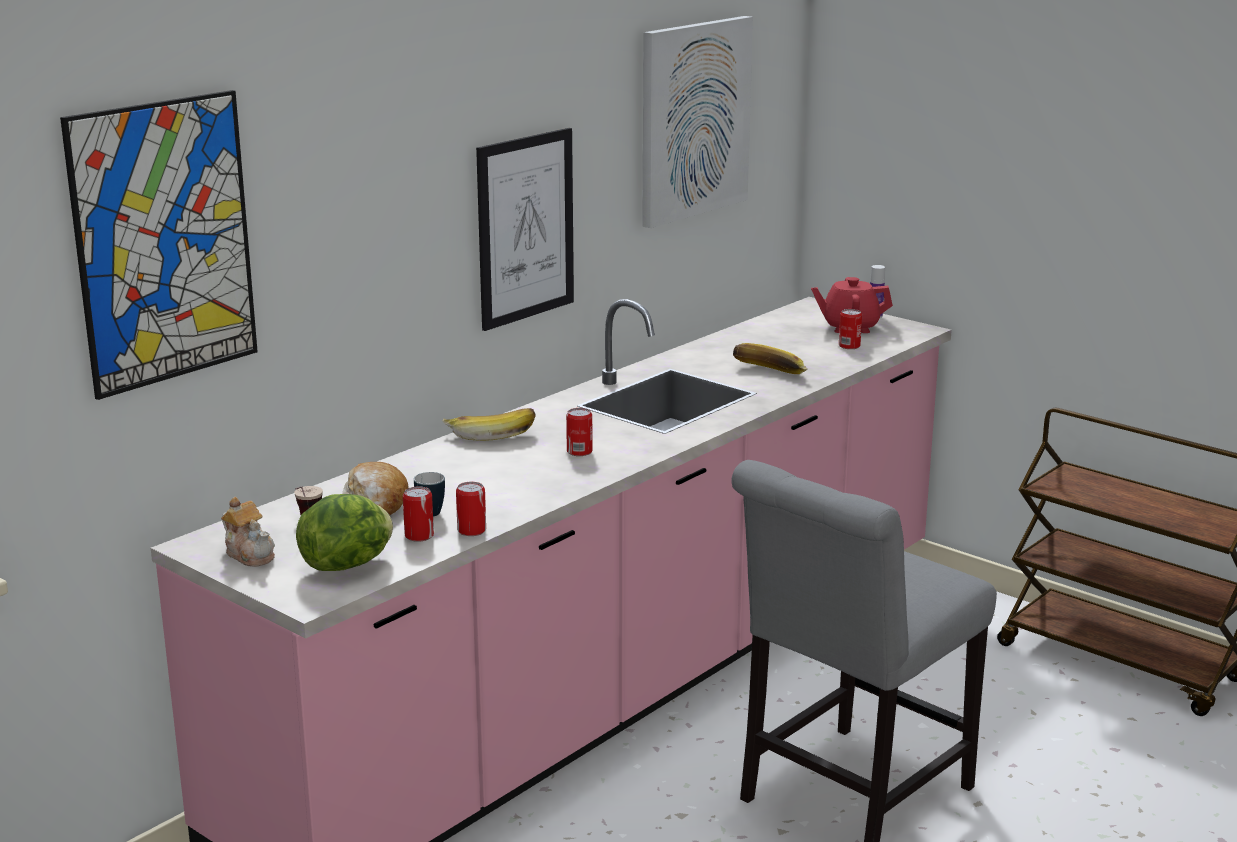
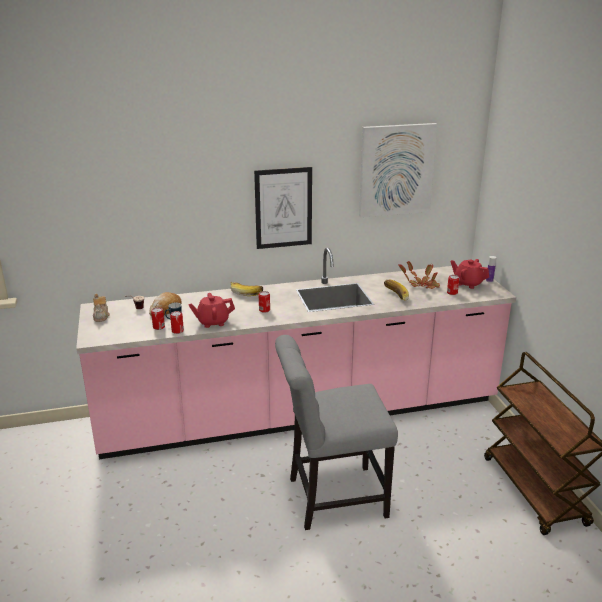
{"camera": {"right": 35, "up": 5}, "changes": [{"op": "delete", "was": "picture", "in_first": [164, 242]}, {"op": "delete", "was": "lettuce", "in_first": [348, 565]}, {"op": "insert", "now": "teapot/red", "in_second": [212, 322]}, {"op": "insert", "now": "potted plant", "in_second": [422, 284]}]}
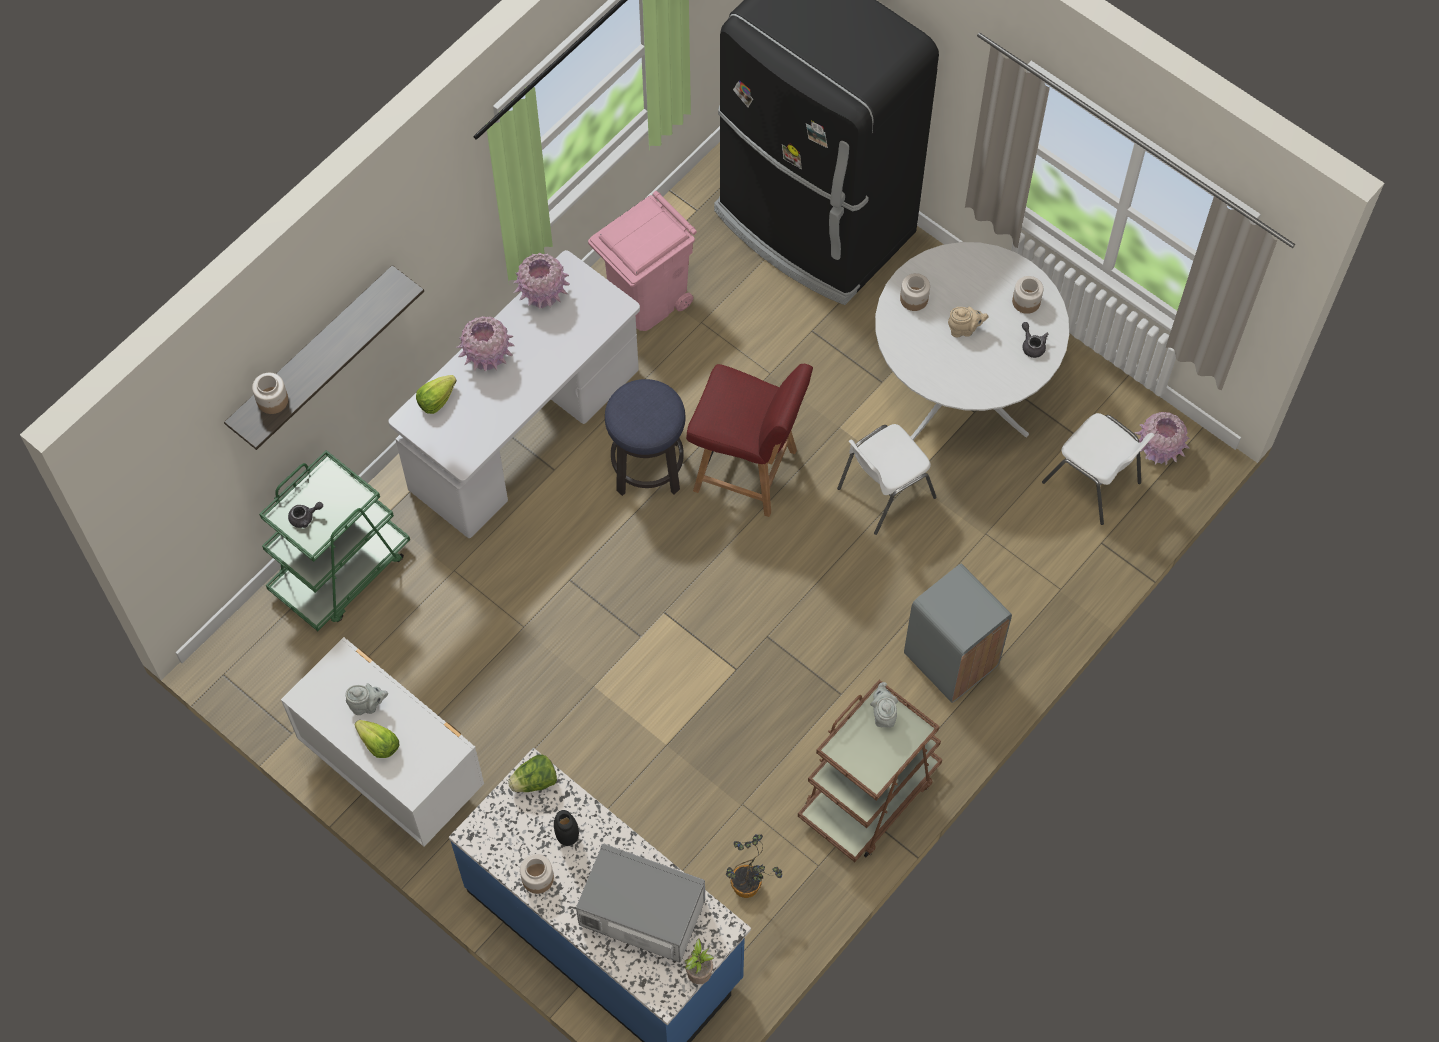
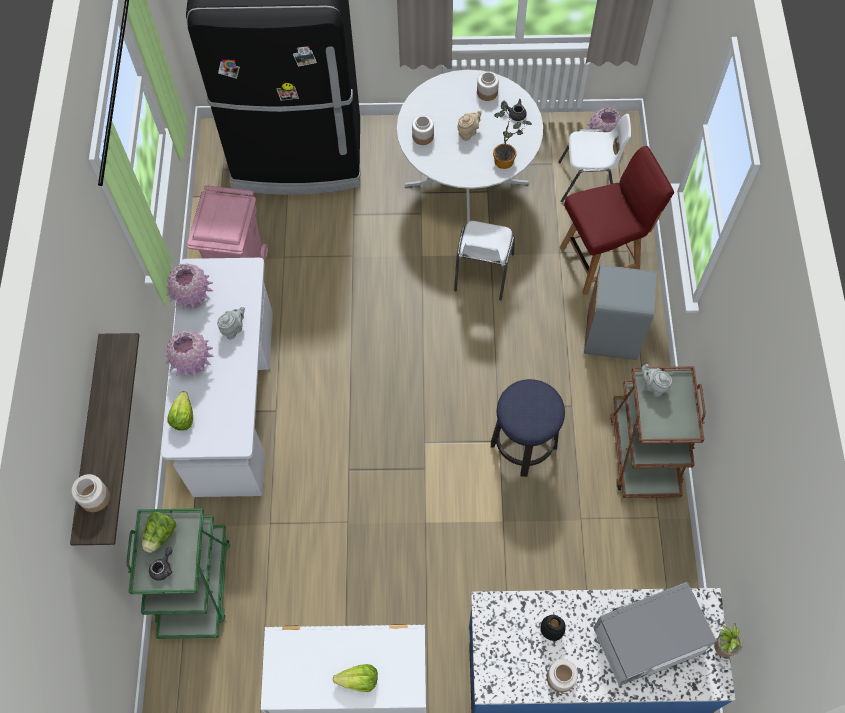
{"camera": {"right": -40, "up": 0}, "changes": [{"op": "move", "was": "teapot/grey", "in_first": [367, 705], "in_second": [234, 329]}, {"op": "move", "was": "lettuce", "in_first": [534, 781], "in_second": [160, 535]}, {"op": "move", "was": "stool", "in_first": [647, 467], "in_second": [523, 445]}, {"op": "move", "was": "chair/red", "in_first": [748, 471], "in_second": [601, 261]}, {"op": "move", "was": "potted plant", "in_first": [750, 887], "in_second": [507, 160]}]}
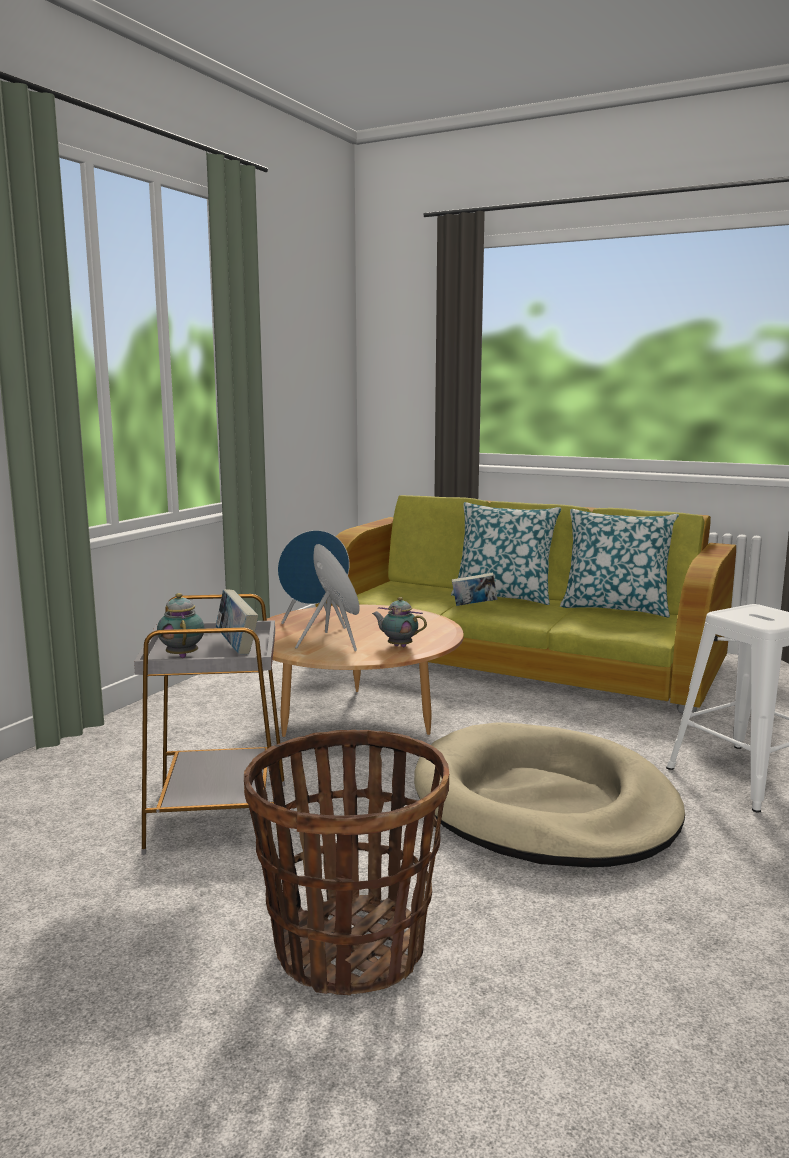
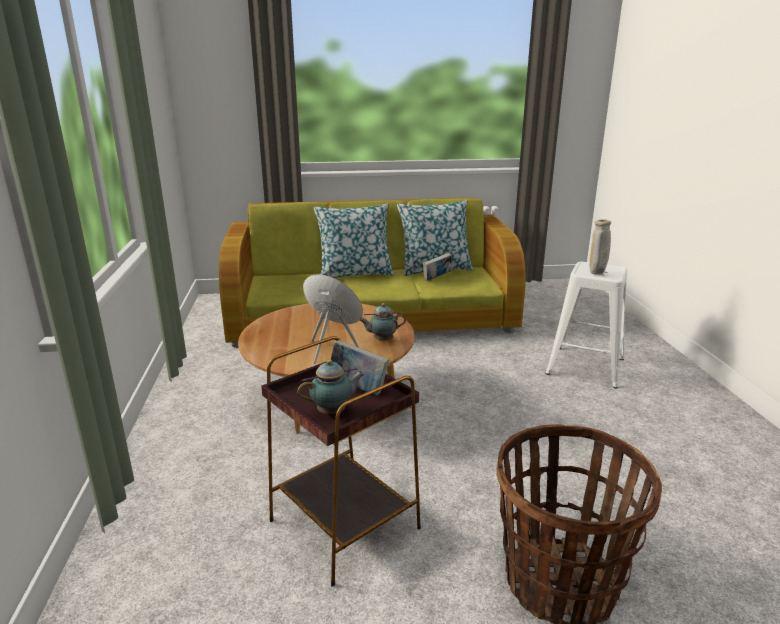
{"camera": {"right": -35, "up": 10}, "changes": [{"op": "recolor", "was": "side table/grey", "now": "side table/brown", "in_first": [217, 818], "in_second": [344, 525]}, {"op": "rotate", "was": "teapot", "in_first": [182, 655], "in_second": [334, 411], "clockwise": 120}, {"op": "delete", "was": "speaker/blue", "in_first": [316, 624]}, {"op": "delete", "was": "dog bed/beige", "in_first": [543, 804]}, {"op": "move", "was": "book", "in_first": [474, 606], "in_second": [437, 278]}, {"op": "insert", "now": "vase/beige", "in_second": [596, 273]}]}
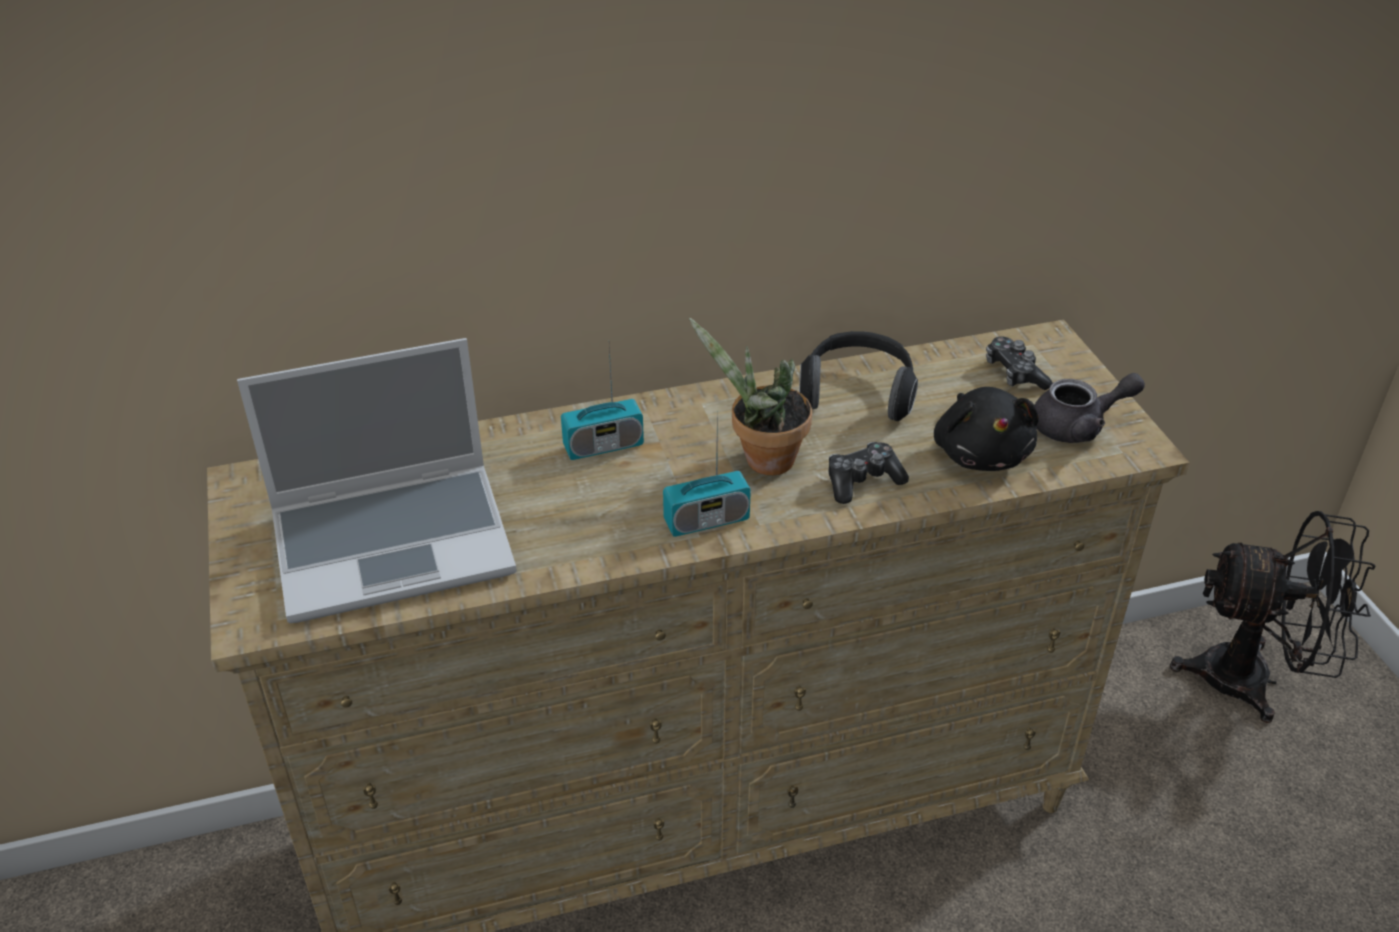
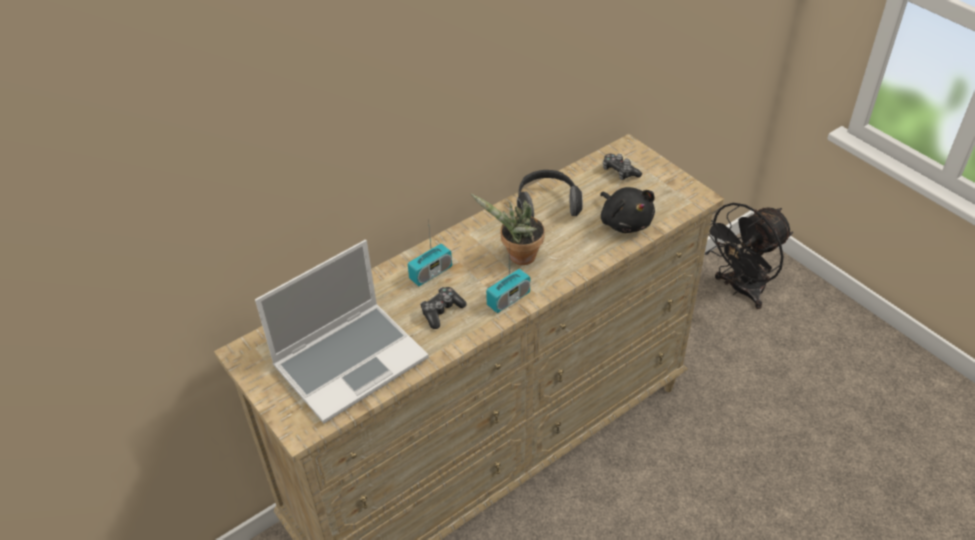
{"camera": {"right": -20, "up": 5}, "changes": [{"op": "move", "was": "game controller", "in_first": [862, 481], "in_second": [441, 311]}, {"op": "delete", "was": "teapot/grey", "in_first": [1078, 426]}, {"op": "rotate", "was": "fan/black", "in_first": [1253, 680], "in_second": [740, 290], "clockwise": 150}]}
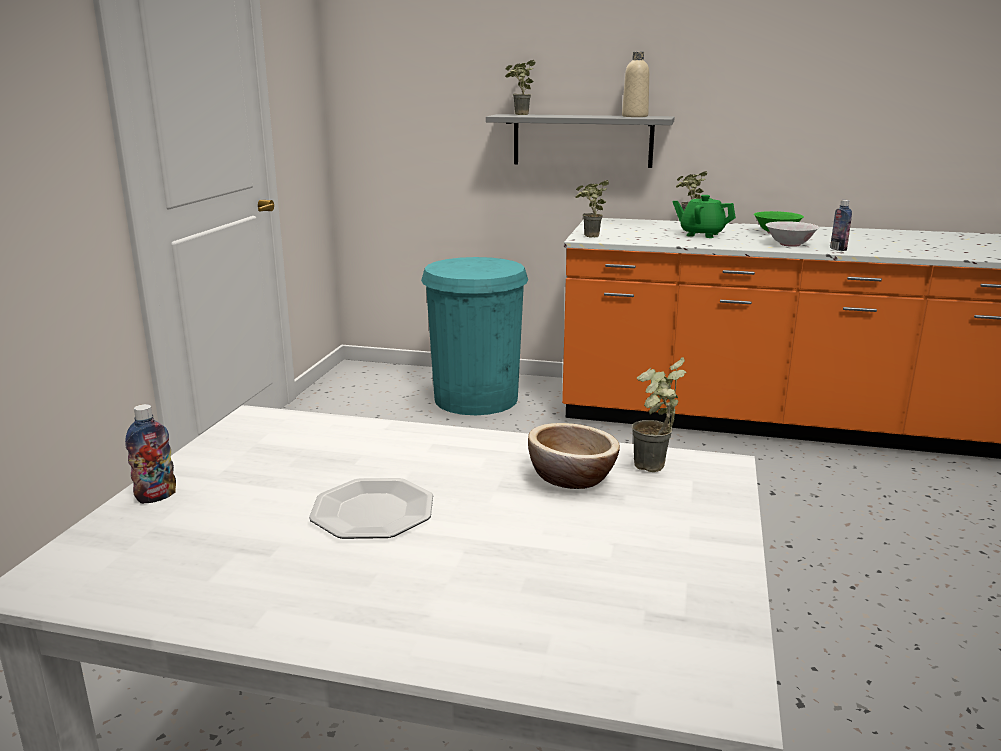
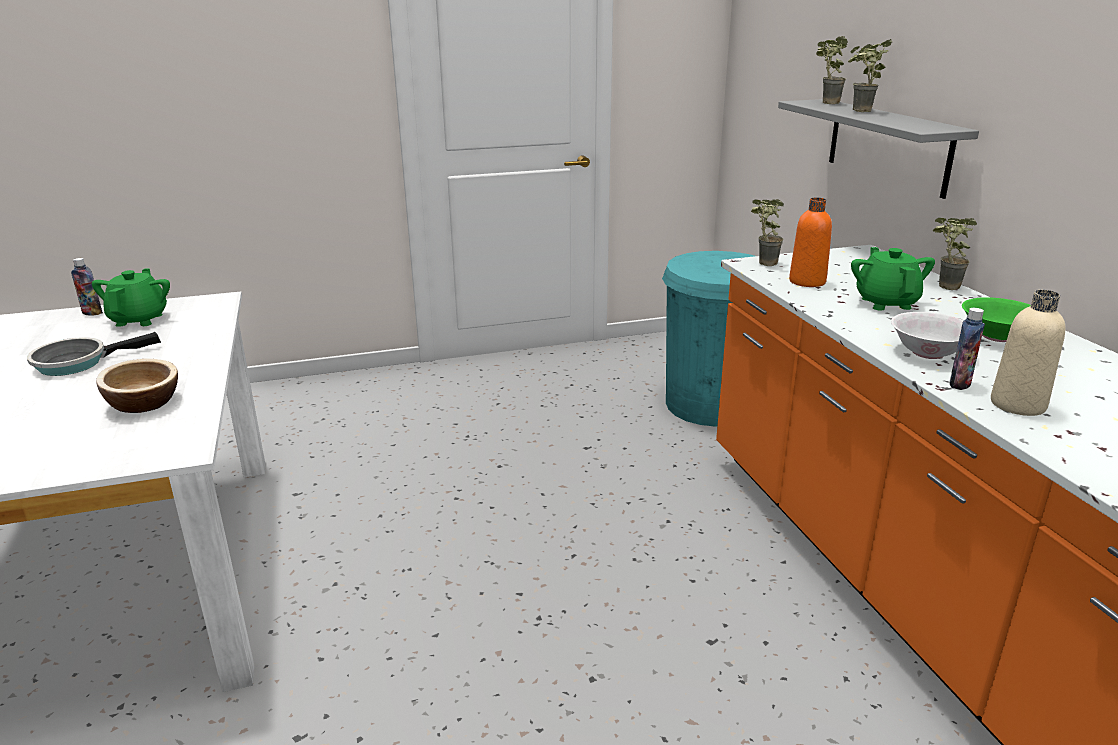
{"camera": {"right": 60, "up": 5}, "changes": [{"op": "replace", "was": "plate", "now": "frying pan", "in_first": [372, 511], "in_second": [77, 362]}, {"op": "move", "was": "bottle/beige", "in_first": [635, 116], "in_second": [1017, 405]}, {"op": "move", "was": "potted plant", "in_first": [653, 470], "in_second": [859, 111]}, {"op": "insert", "now": "teapot/green", "in_second": [139, 319]}, {"op": "insert", "now": "bottle/orange", "in_second": [807, 282]}]}
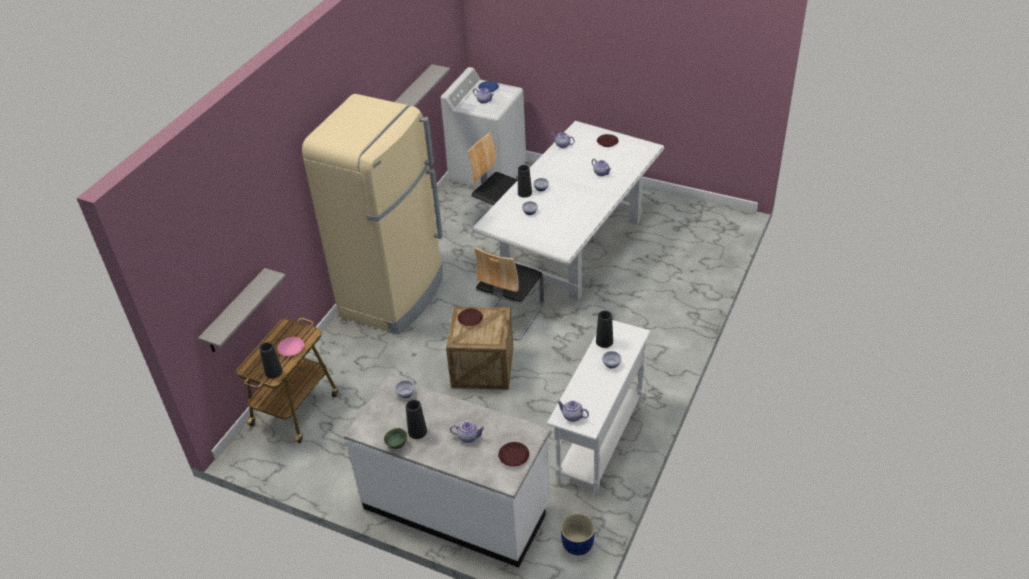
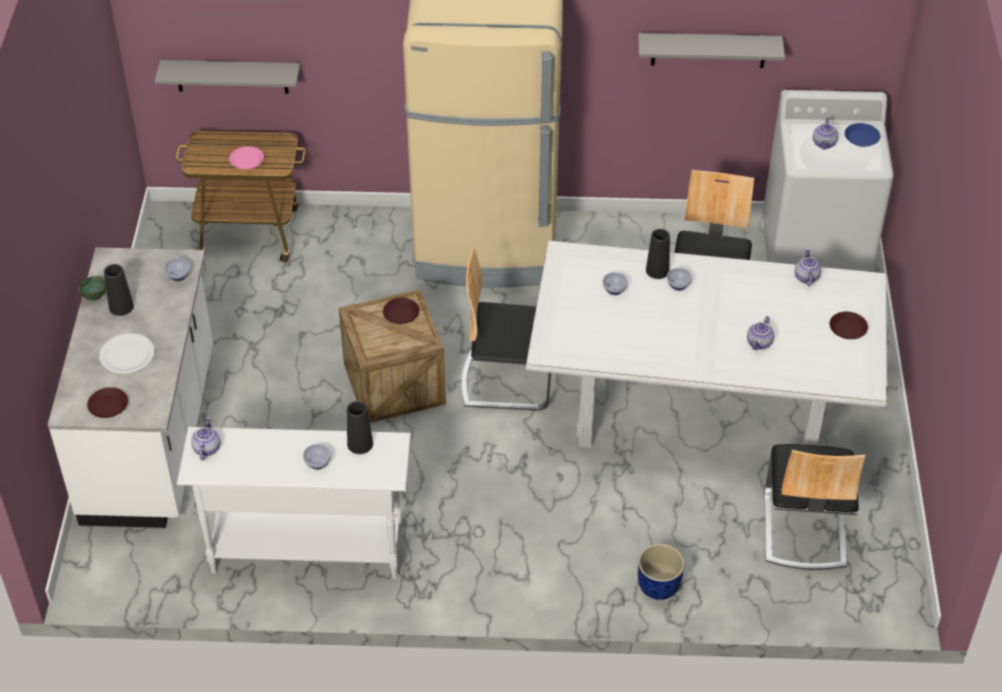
{"camera": {"right": 65, "up": 5}, "changes": [{"op": "delete", "was": "vase/black", "in_first": [273, 372]}, {"op": "replace", "was": "teapot", "now": "plate/white", "in_first": [468, 437], "in_second": [127, 355]}, {"op": "move", "was": "planter/blue", "in_first": [578, 544], "in_second": [659, 586]}, {"op": "insert", "now": "chair", "in_second": [803, 528]}]}
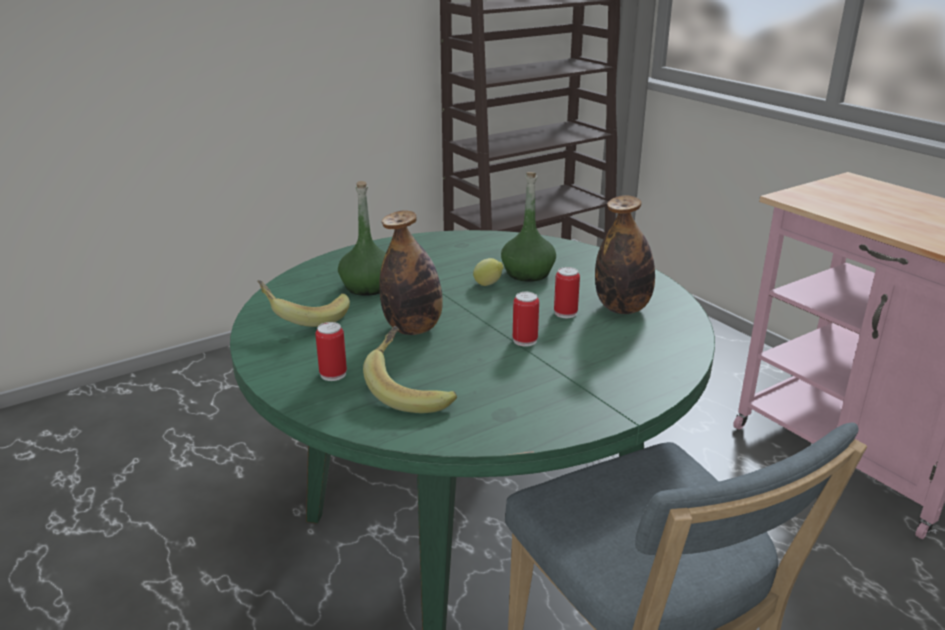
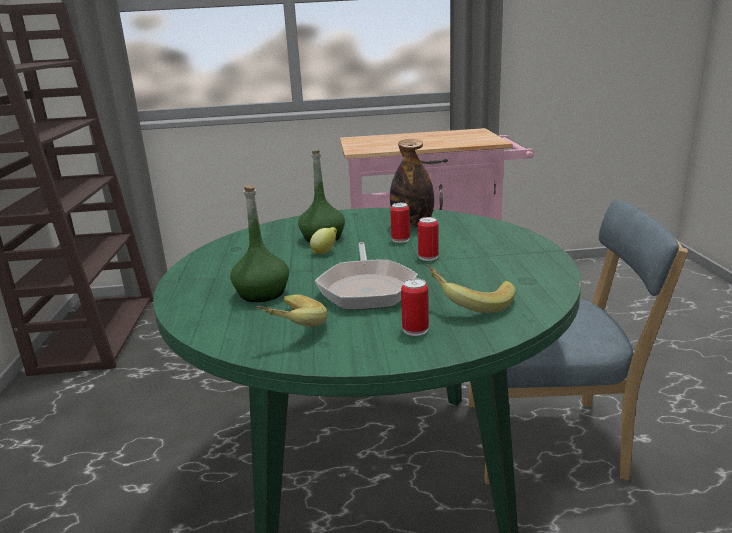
{"camera": {"right": -60, "up": -5}, "changes": [{"op": "replace", "was": "bottle", "now": "frying pan", "in_first": [413, 328], "in_second": [367, 288]}]}
